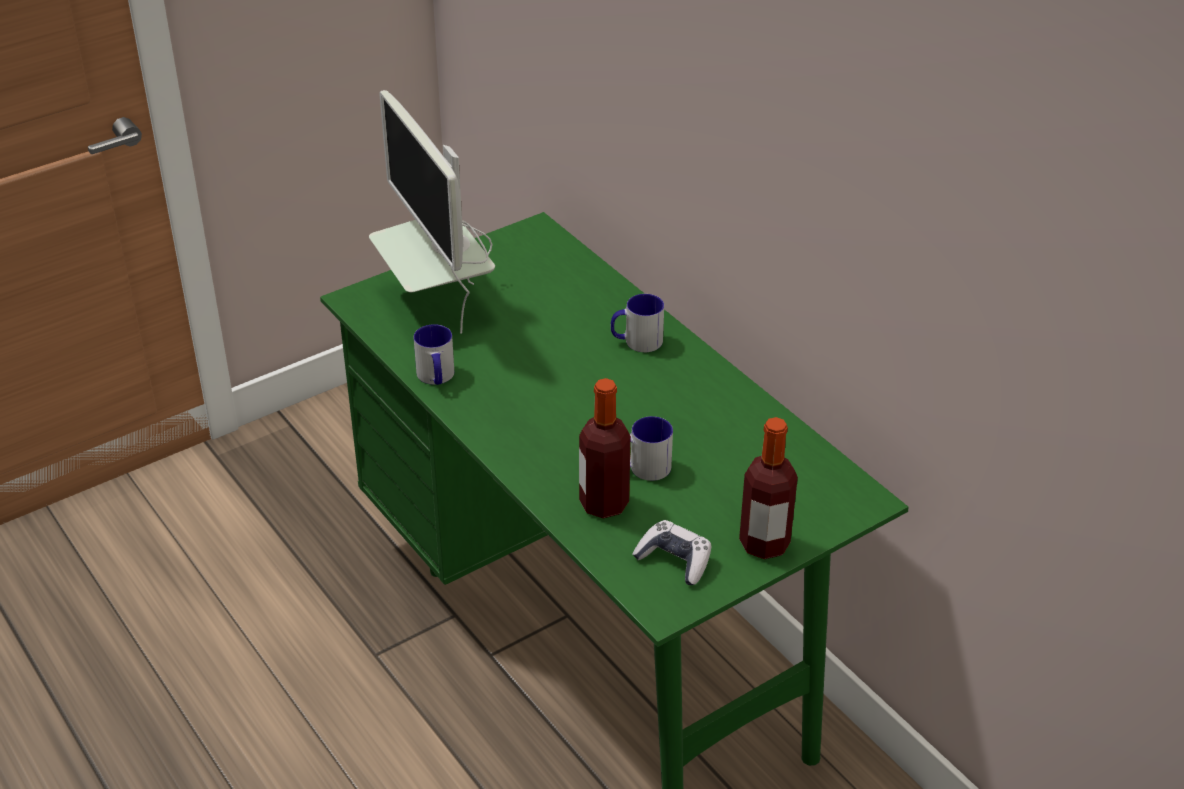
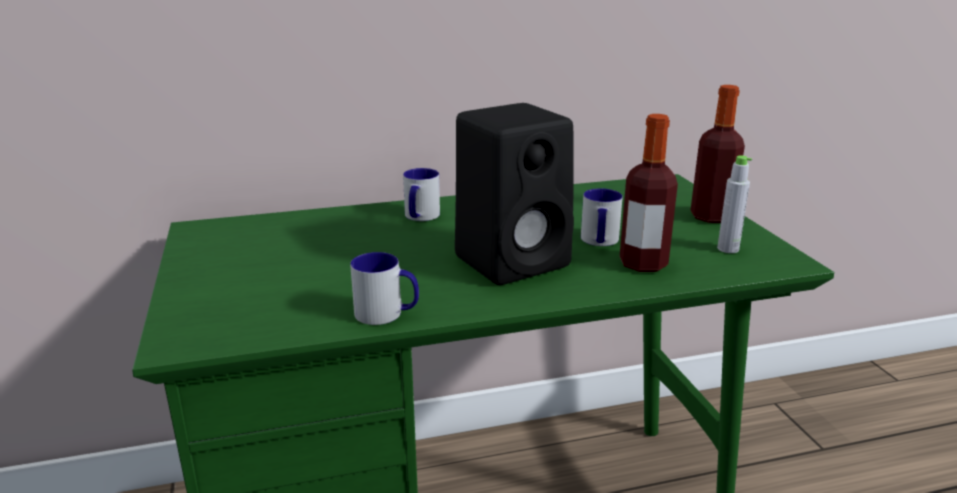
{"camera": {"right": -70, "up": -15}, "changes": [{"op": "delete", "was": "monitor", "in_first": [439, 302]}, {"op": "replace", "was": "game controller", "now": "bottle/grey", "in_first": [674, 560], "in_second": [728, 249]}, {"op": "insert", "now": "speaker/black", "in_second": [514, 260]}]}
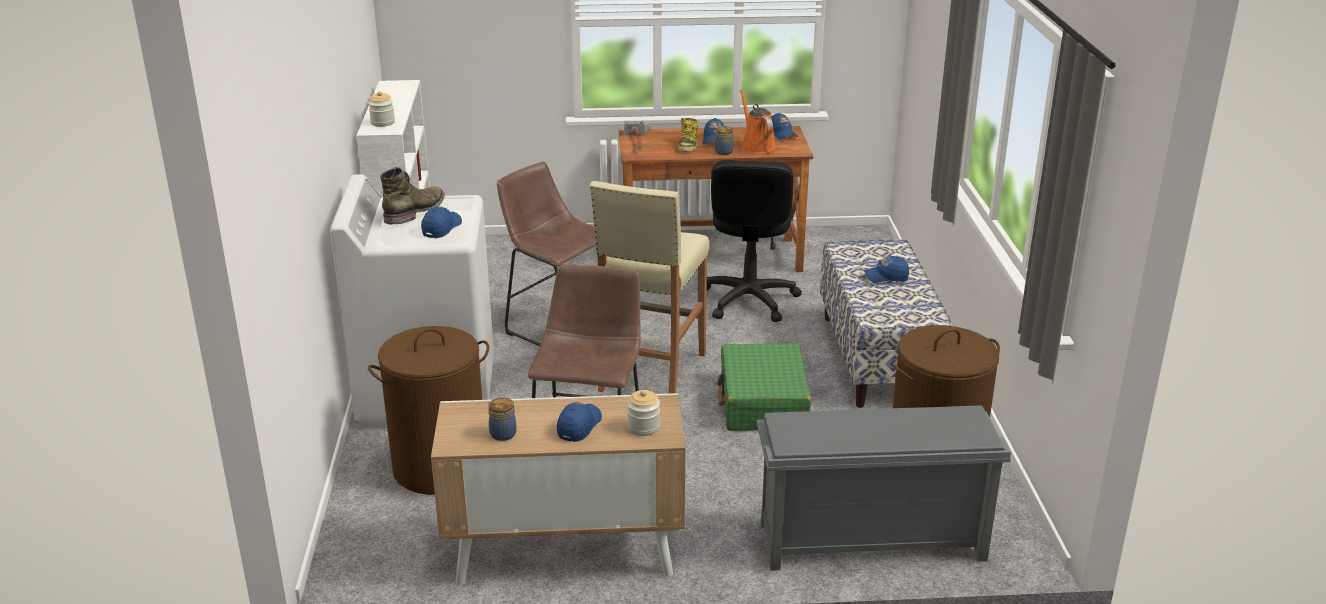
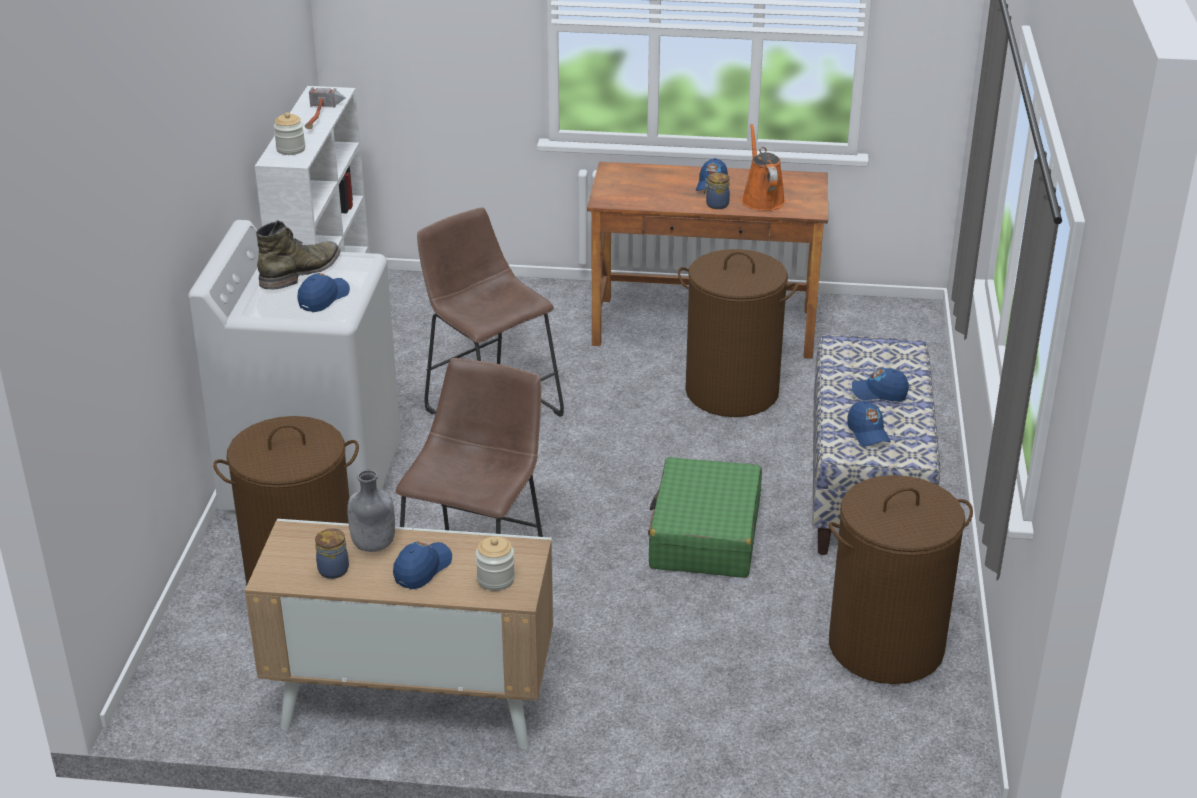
{"camera": {"right": 10, "up": 5}, "changes": [{"op": "delete", "was": "stool/beige", "in_first": [651, 373]}, {"op": "move", "was": "hammer", "in_first": [640, 142], "in_second": [322, 118]}, {"op": "delete", "was": "boot", "in_first": [688, 145]}, {"op": "replace", "was": "office chair/black", "now": "laundry basket/brown", "in_first": [748, 300], "in_second": [731, 392]}, {"op": "delete", "was": "shoe rack/grey", "in_first": [869, 543]}, {"op": "move", "was": "cap/blue", "in_first": [781, 134], "in_second": [868, 433]}, {"op": "insert", "now": "bottle/grey", "in_second": [373, 545]}]}
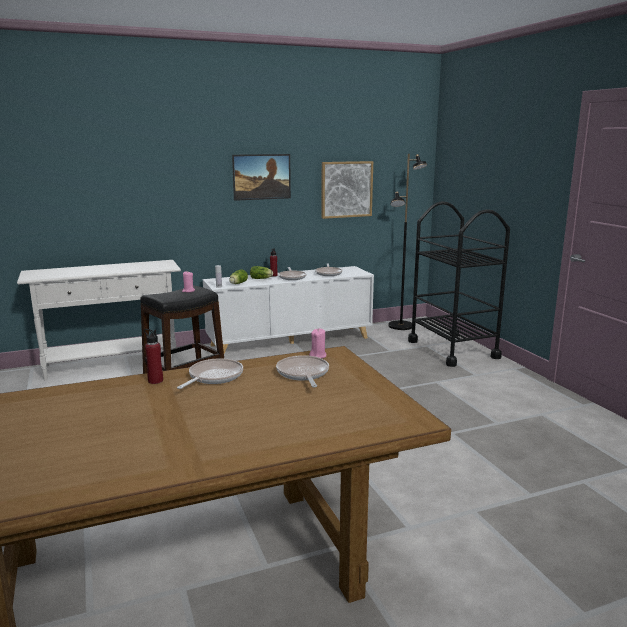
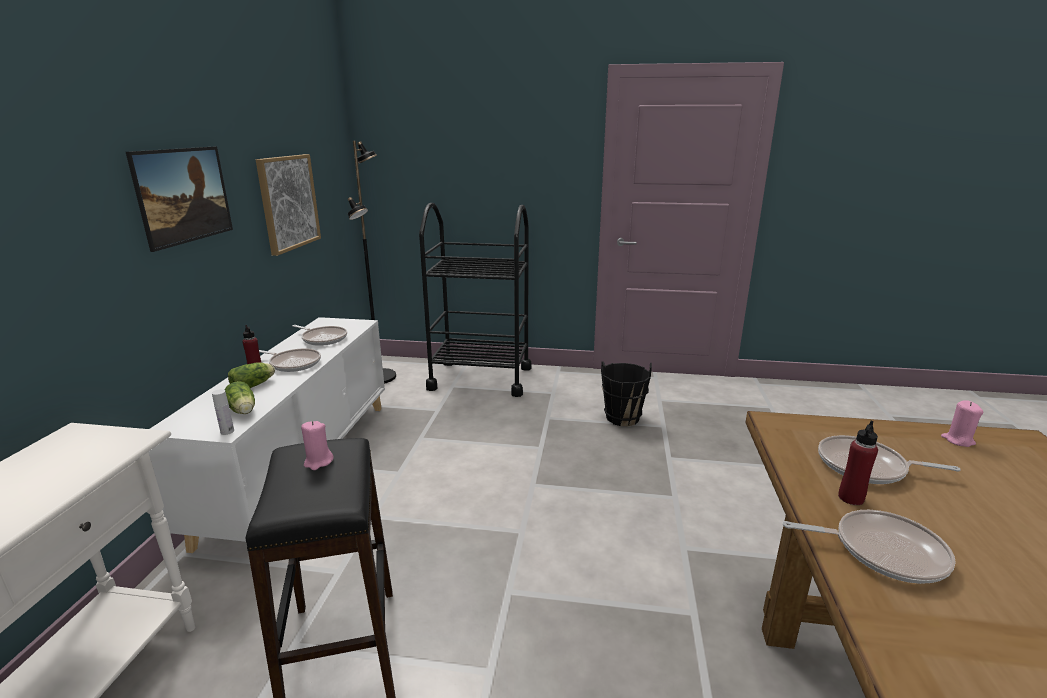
{"camera": {"right": -60, "up": 5}, "changes": [{"op": "move", "was": "bottle/red", "in_first": [155, 381], "in_second": [850, 498]}, {"op": "rotate", "was": "frying pan", "in_first": [213, 377], "in_second": [882, 551], "clockwise": 135}, {"op": "move", "was": "candle/pink", "in_first": [318, 356], "in_second": [957, 440]}, {"op": "insert", "now": "bucket/black", "in_second": [622, 418]}]}
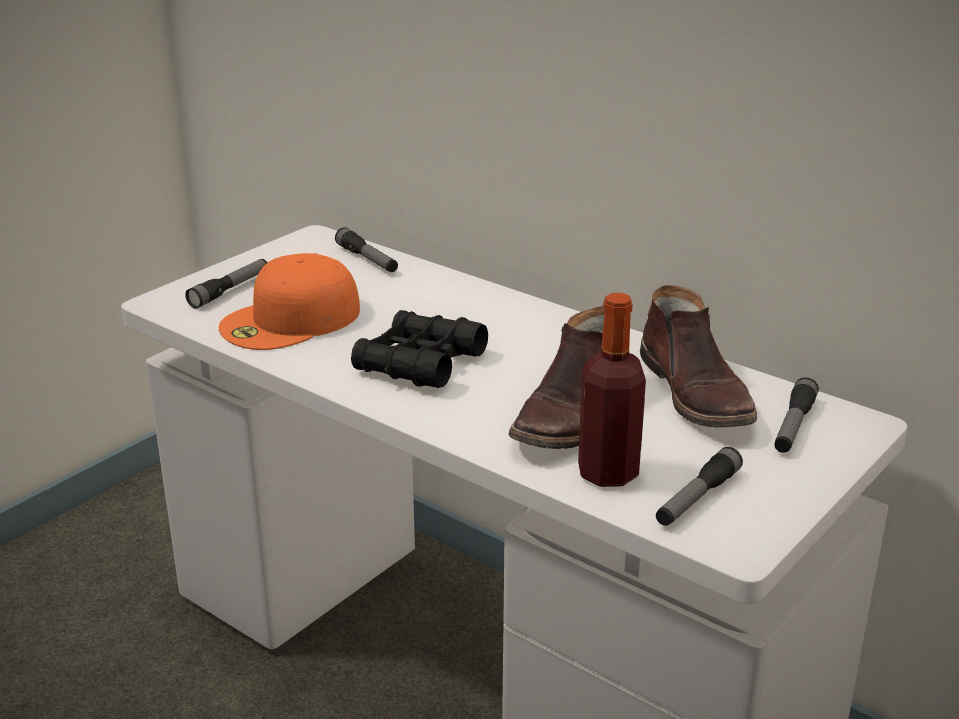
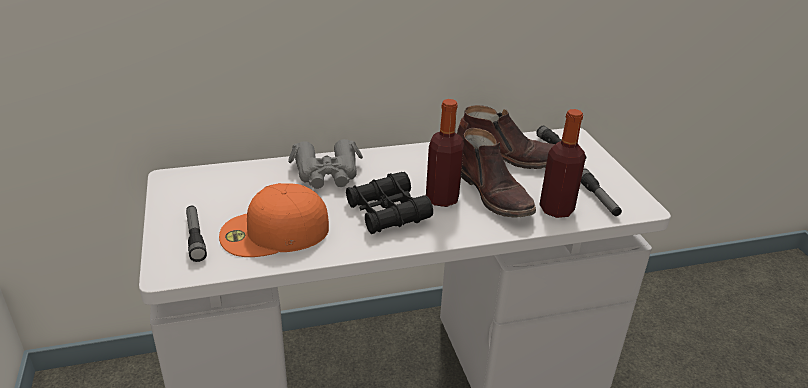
{"camera": {"right": -55, "up": 5}, "changes": [{"op": "rotate", "was": "cap/orange", "in_first": [290, 320], "in_second": [274, 232], "clockwise": 75}, {"op": "delete", "was": "flashlight", "in_first": [367, 260]}, {"op": "insert", "now": "binoculars/grey", "in_second": [327, 173]}, {"op": "insert", "now": "bottle", "in_second": [442, 199]}]}
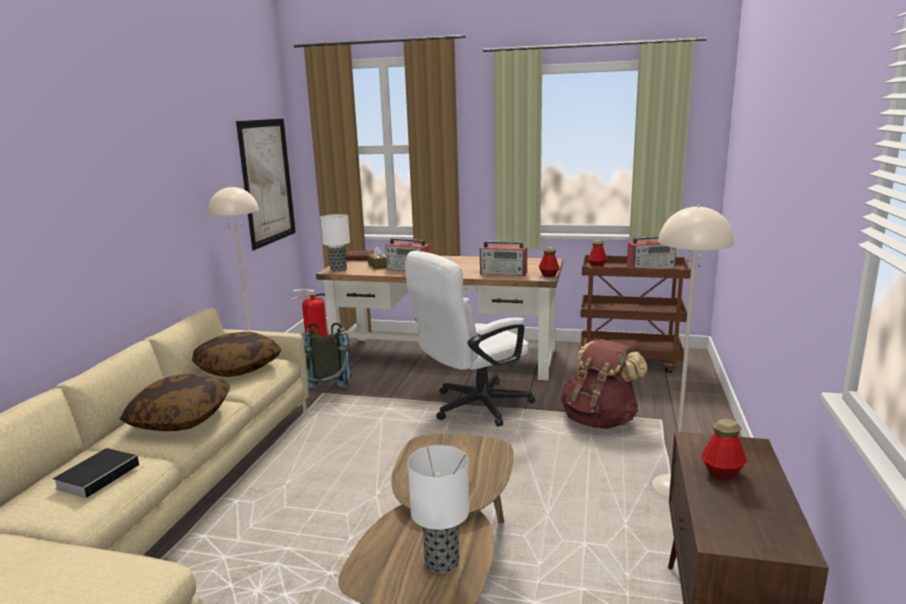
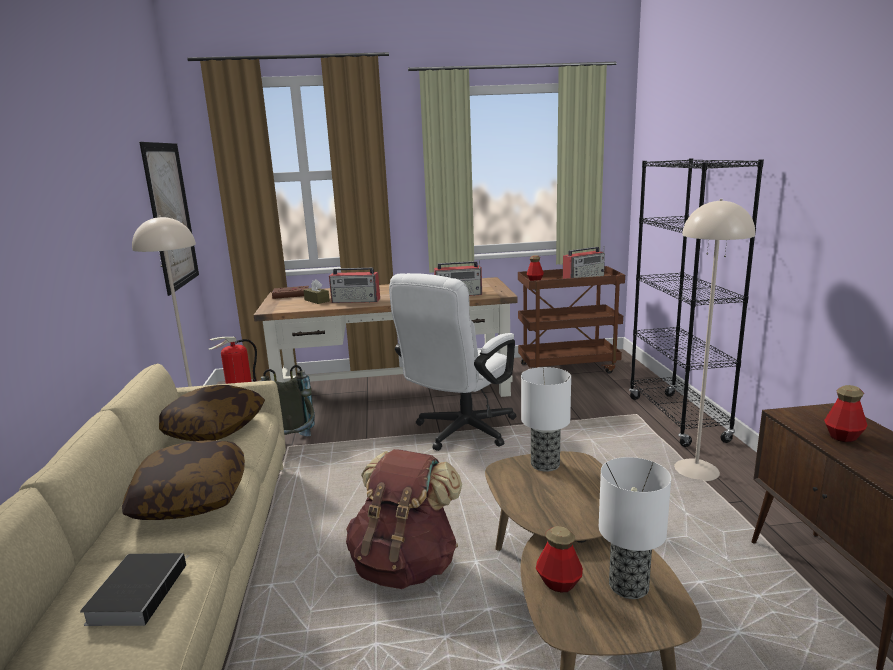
{"camera": {"right": -20, "up": 0}, "changes": [{"op": "move", "was": "table lamp", "in_first": [339, 270], "in_second": [545, 464]}, {"op": "move", "was": "bottle", "in_first": [548, 275], "in_second": [558, 583]}, {"op": "move", "was": "backpack/brown", "in_first": [599, 420], "in_second": [405, 565]}, {"op": "insert", "now": "bookcase/black", "in_second": [677, 419]}]}
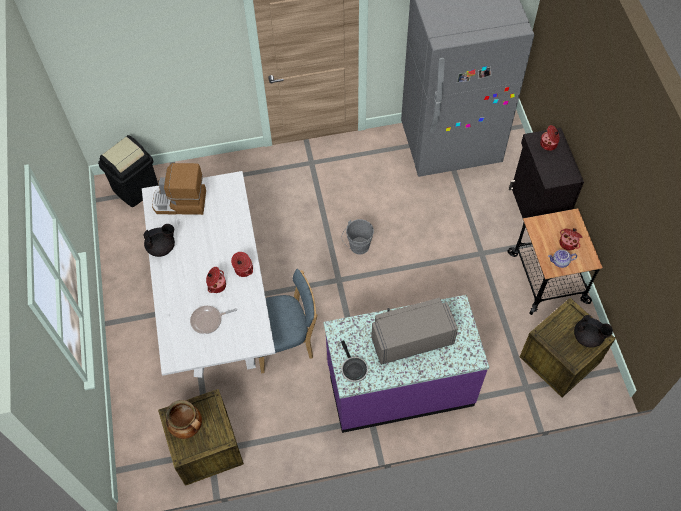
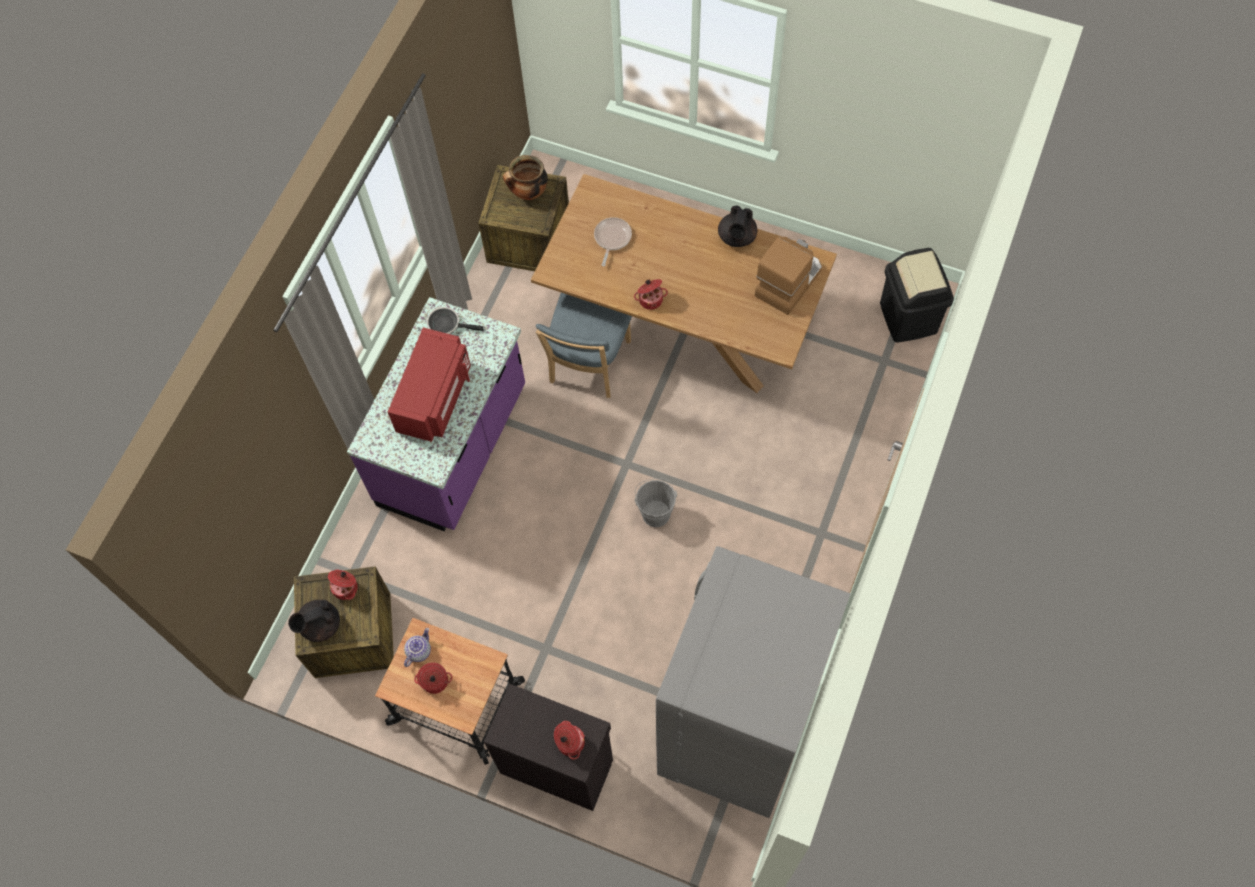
{"camera": {"right": 125, "up": 5}, "changes": [{"op": "recolor", "was": "dining table/white", "now": "dining table/brown", "in_first": [218, 306], "in_second": [681, 325]}, {"op": "move", "was": "cooking pot", "in_first": [216, 285], "in_second": [346, 588]}, {"op": "recolor", "was": "microwave/grey", "now": "microwave/red", "in_first": [411, 339], "in_second": [435, 397]}]}
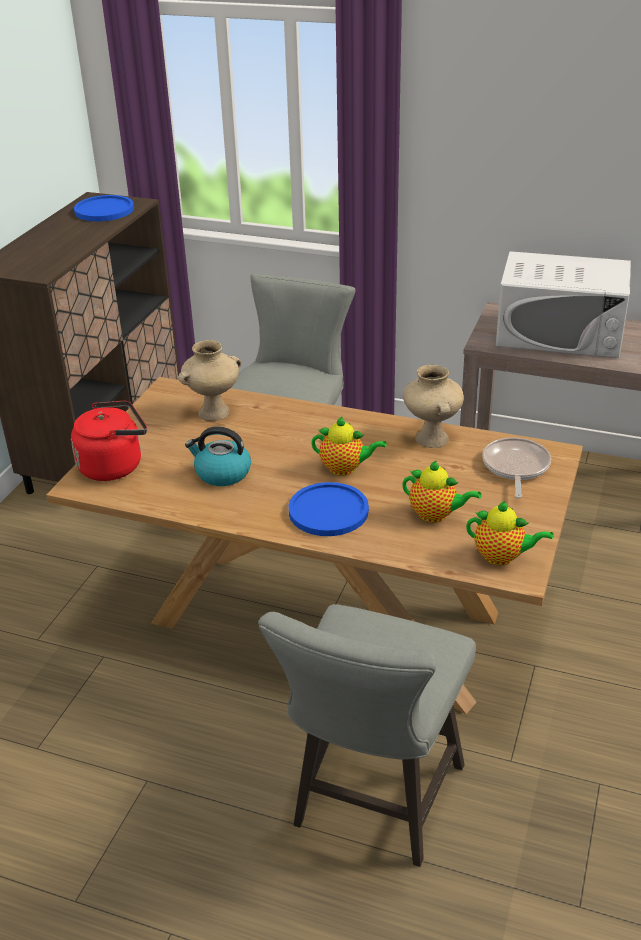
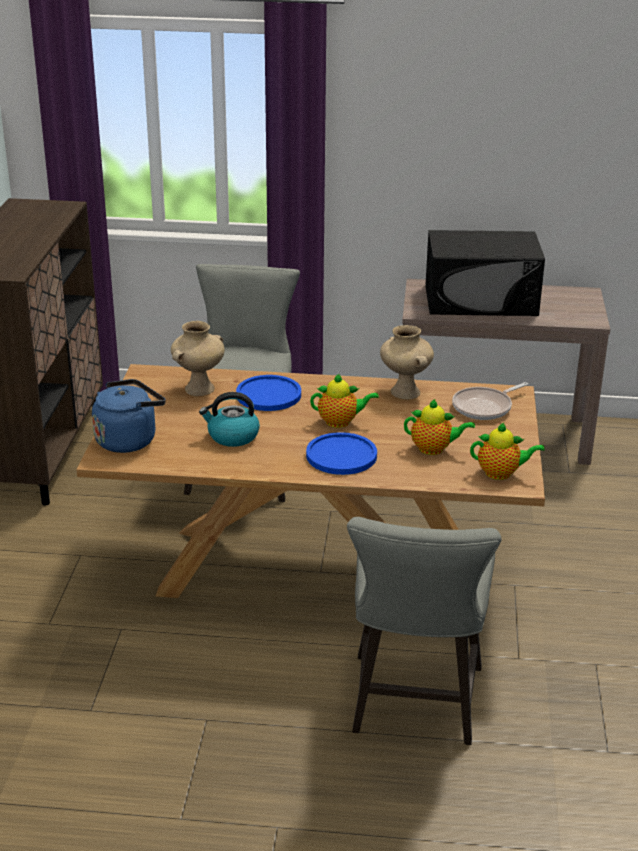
{"camera": {"right": -15, "up": -5}, "changes": [{"op": "recolor", "was": "kettle/red", "now": "kettle/blue", "in_first": [114, 465], "in_second": [129, 439]}, {"op": "move", "was": "plate/blue", "in_first": [104, 210], "in_second": [268, 395]}, {"op": "rotate", "was": "frying pan", "in_first": [515, 467], "in_second": [485, 407], "clockwise": -120}, {"op": "recolor", "was": "microwave/white", "now": "microwave/black", "in_first": [559, 334], "in_second": [481, 300]}]}
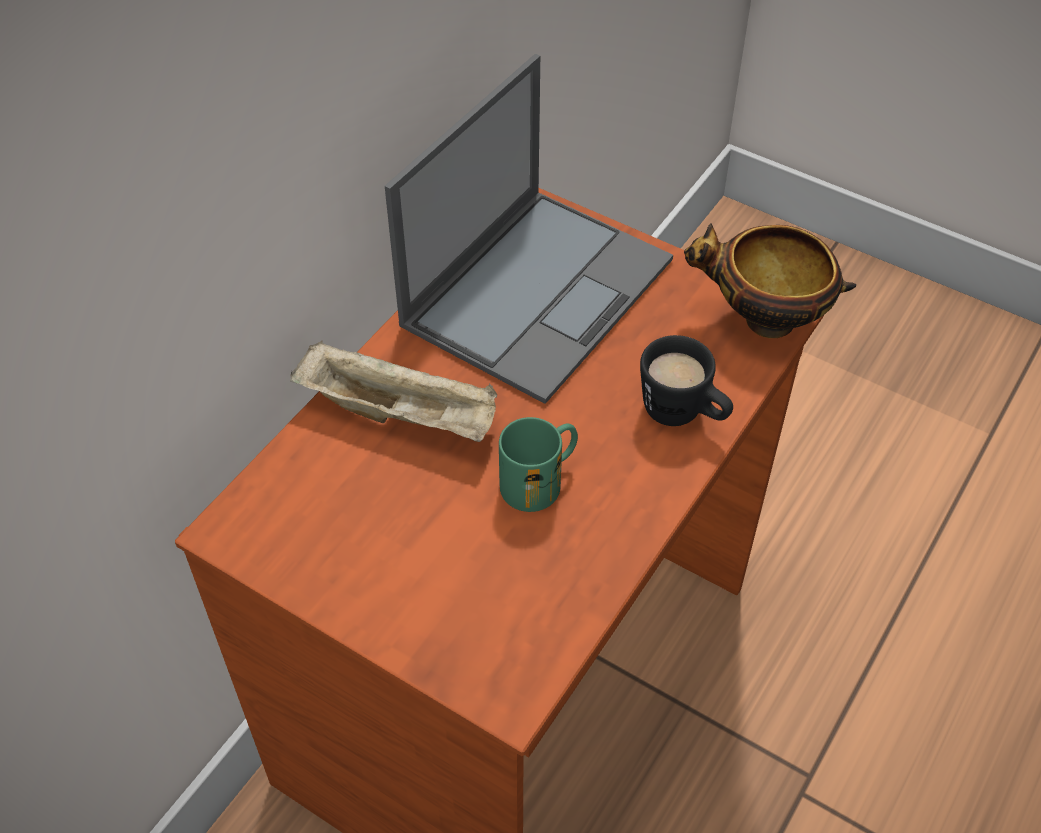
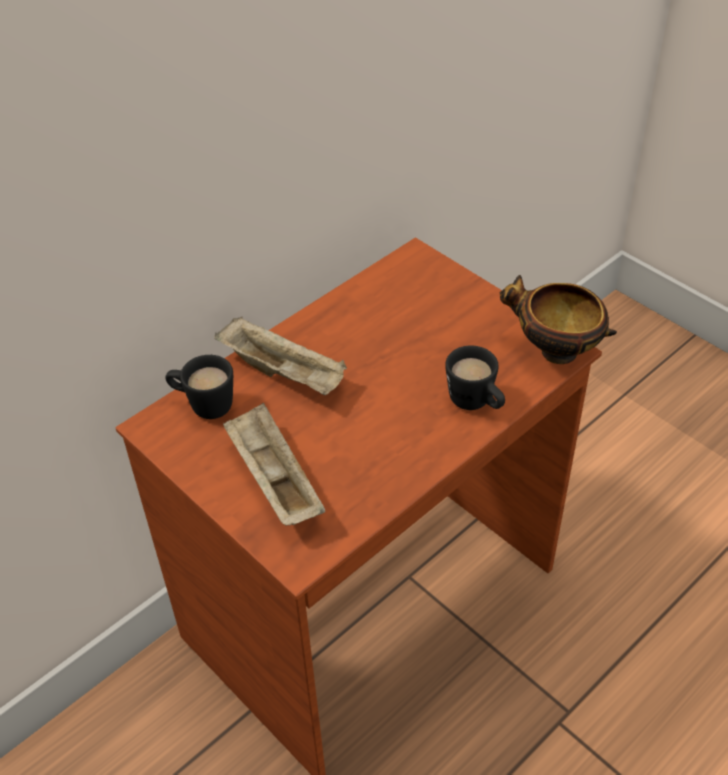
{"camera": {"right": 15, "up": -5}, "changes": [{"op": "delete", "was": "laptop", "in_first": [539, 290]}, {"op": "delete", "was": "mug/green", "in_first": [540, 480]}, {"op": "insert", "now": "mug/black", "in_second": [203, 405]}, {"op": "insert", "now": "tray/beige", "in_second": [273, 480]}]}
